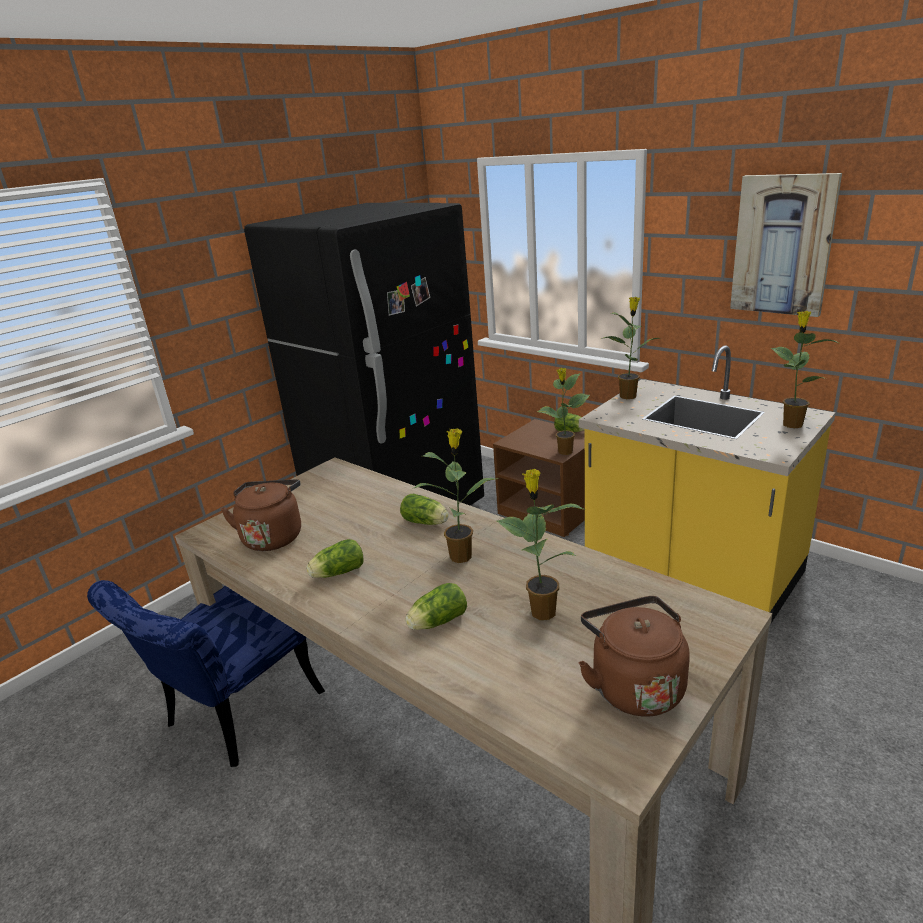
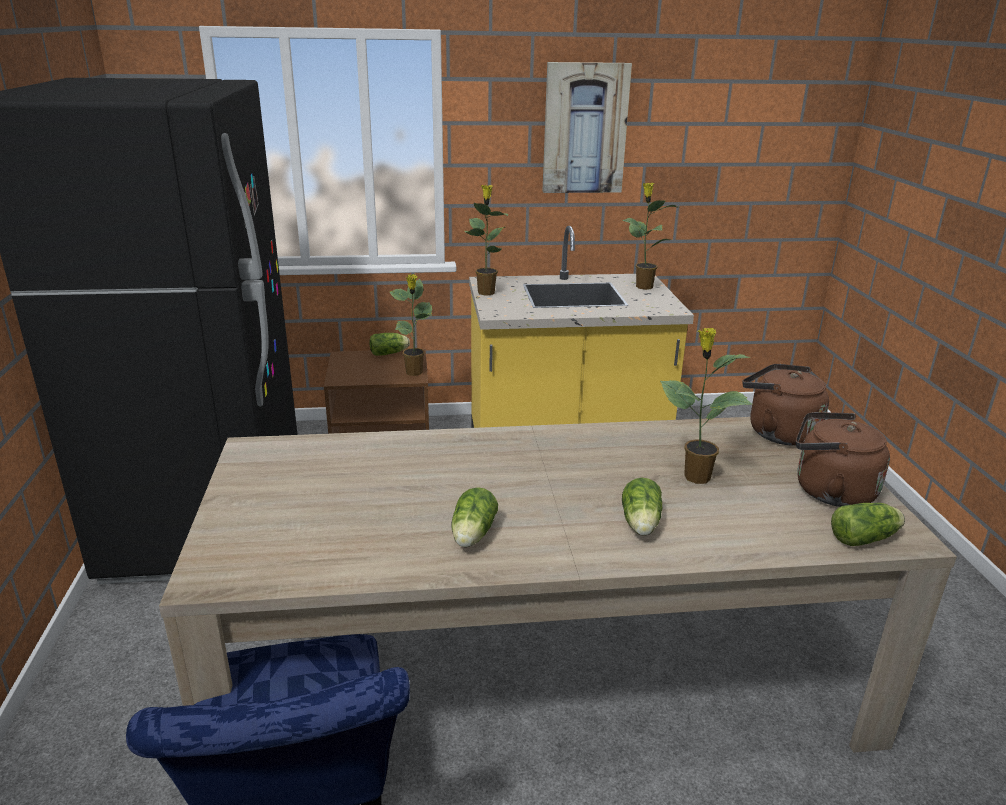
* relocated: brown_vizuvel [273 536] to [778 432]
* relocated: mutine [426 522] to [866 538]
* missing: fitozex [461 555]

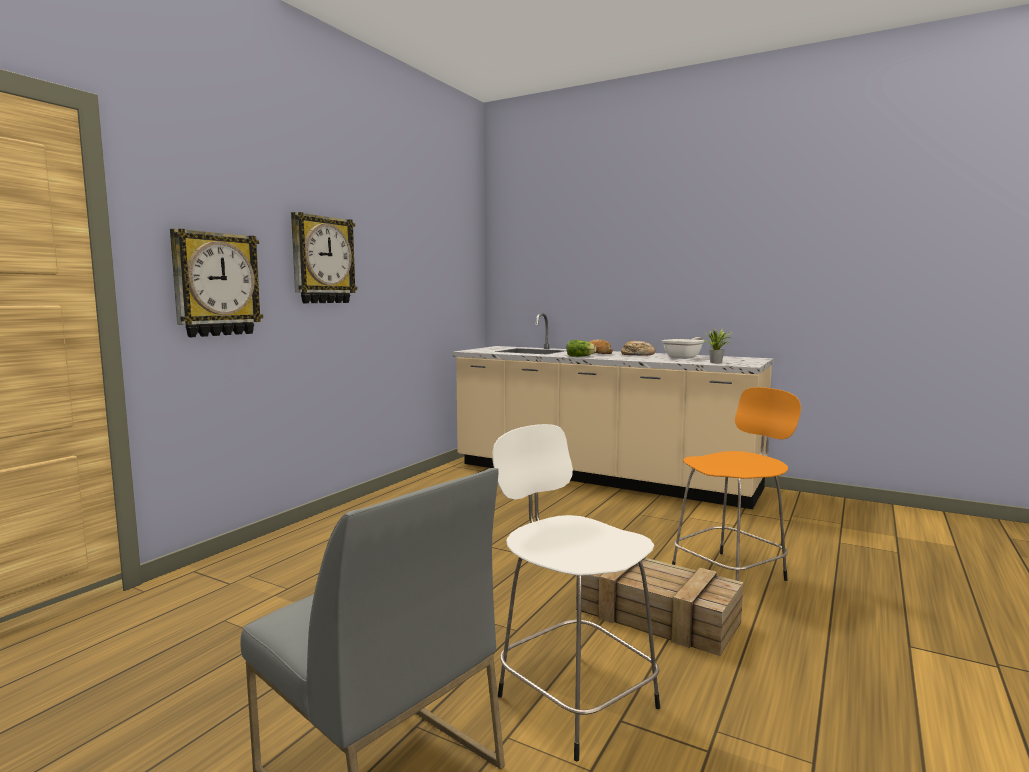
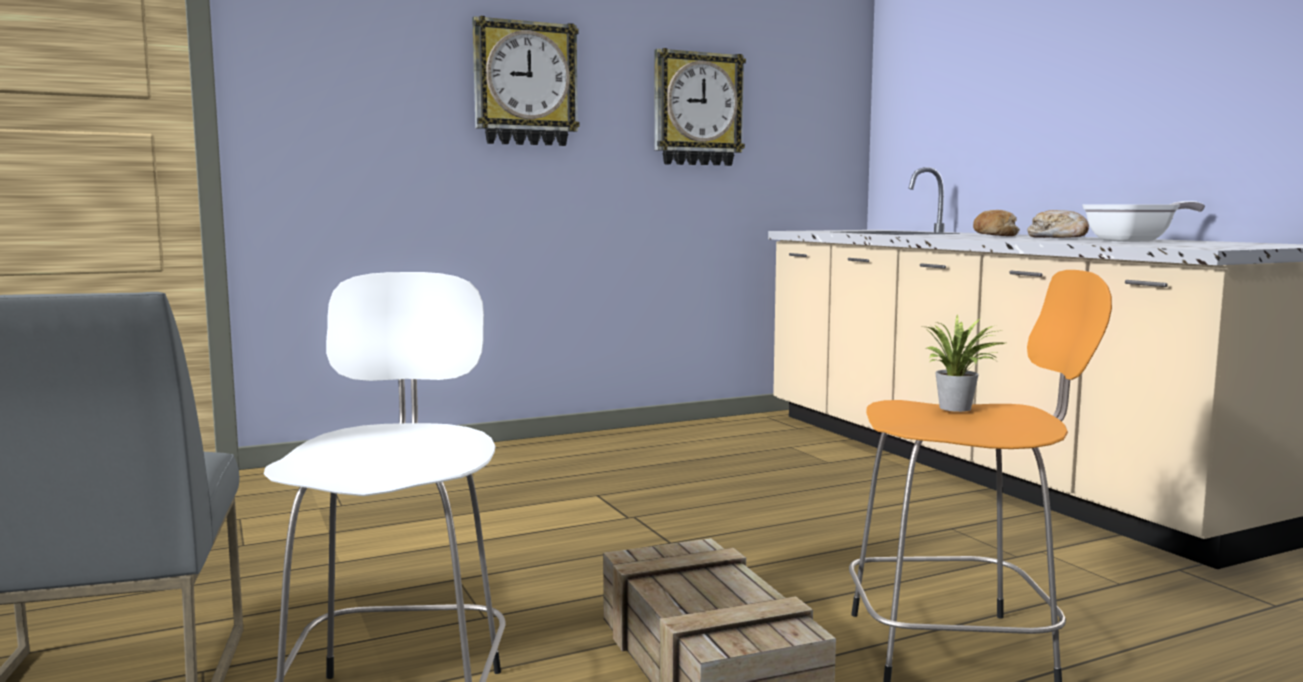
* relocated: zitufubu [216 284] to [697 109]
* relocated: fitozex [717 362] to [958 409]
* missing: mutine [581 356]

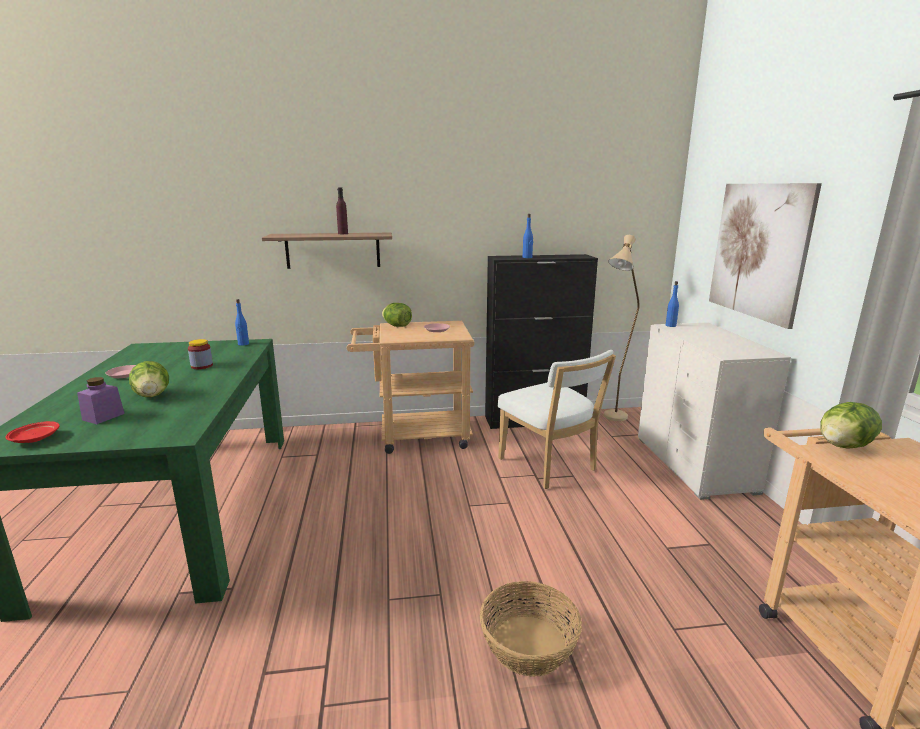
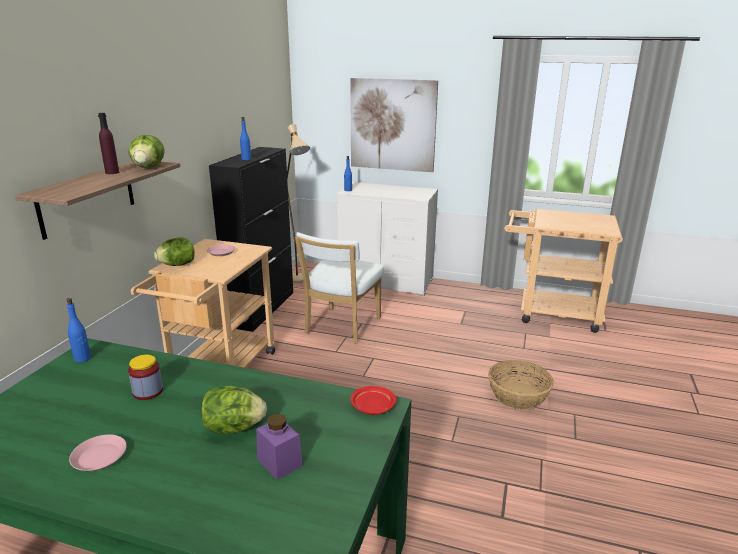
* relocated: mutine [843 446] to [148 167]
* spun: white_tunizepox [549 466] = [341 327] 120 degrees clockwise
* relocated: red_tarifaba [35 439] to [372 407]

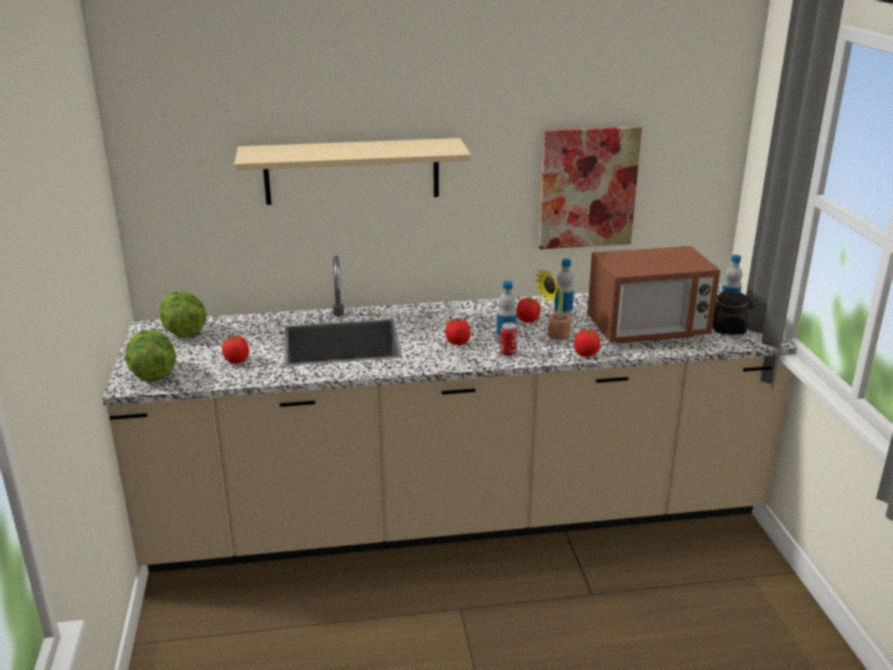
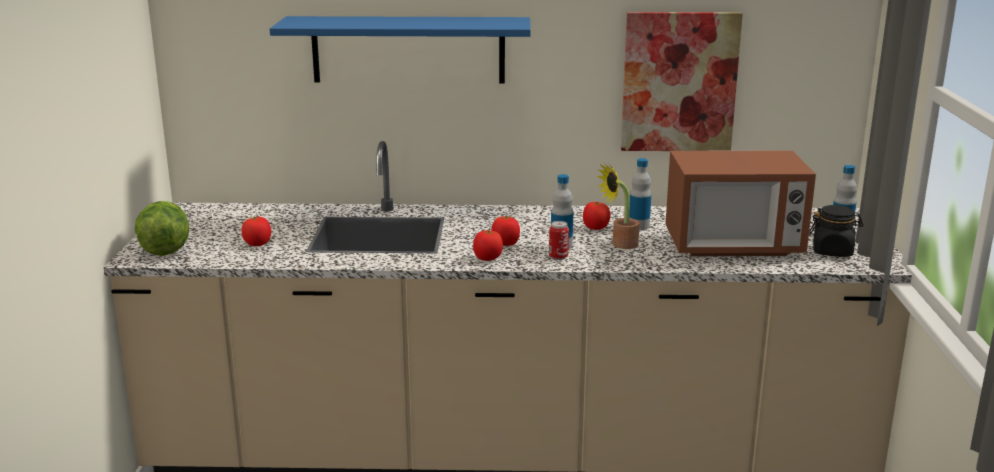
* colour: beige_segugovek [352 171] to blue_segugovek [408 49]
* relocated: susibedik [586 354] to [487 258]
* missing: mutine [184 332]

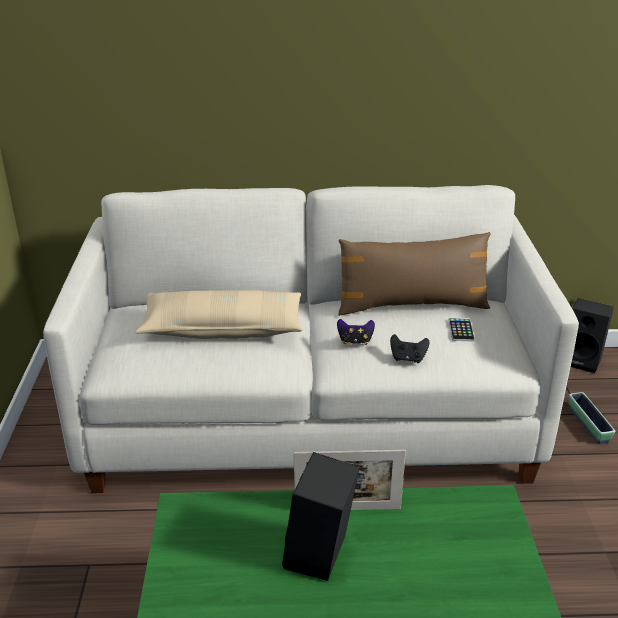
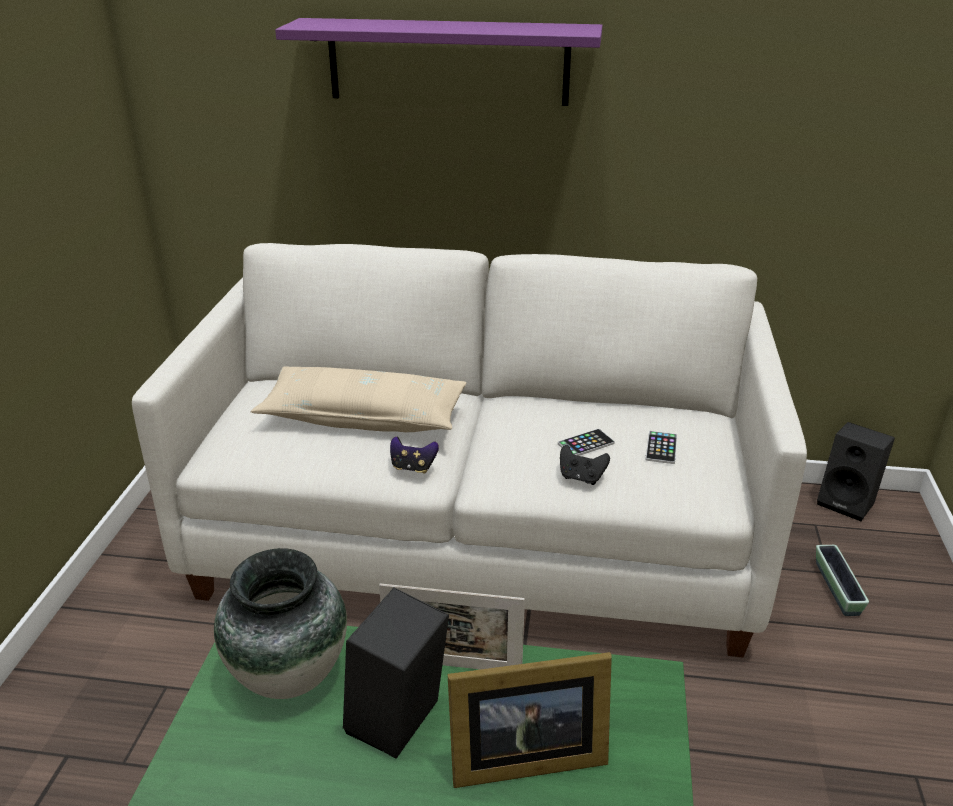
* appeared: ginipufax [289 676]
* appeared: purple_segugovek [448 62]
* relocated: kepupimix [355 341] to [413 467]
* appeared: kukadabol [521 757]
* appeared: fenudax [586 444]
* missing: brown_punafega [412 305]

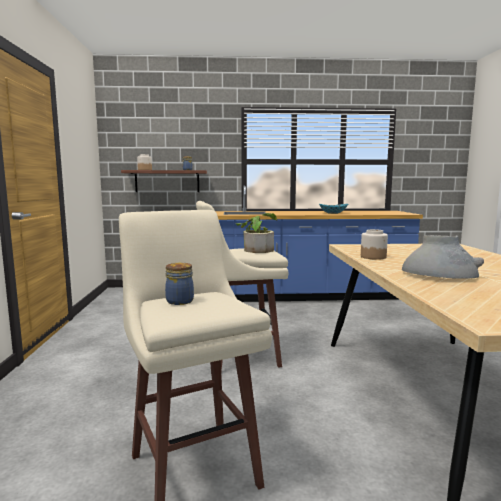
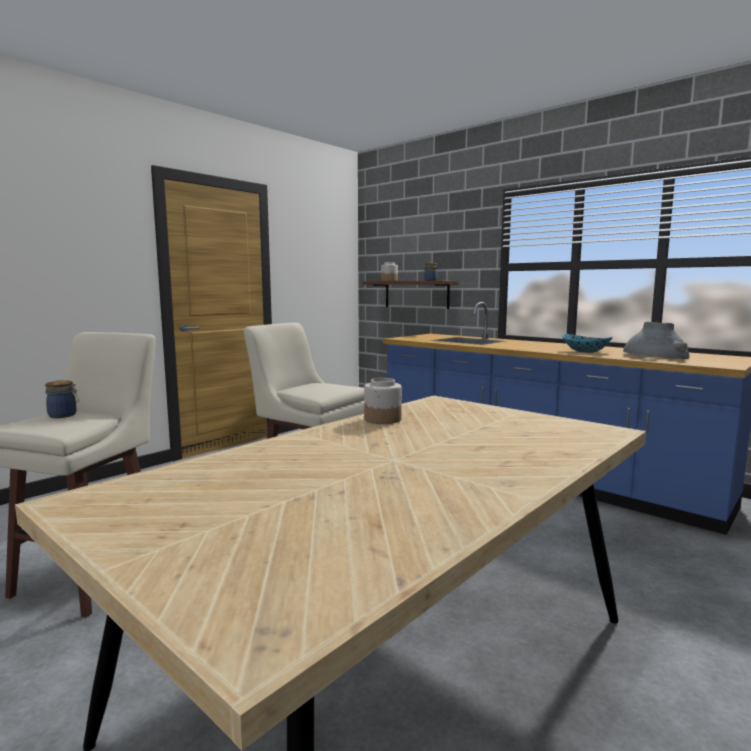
* relocated: grey_ginipufax [439 274] to [655 356]
* missing: fitozex [257 249]

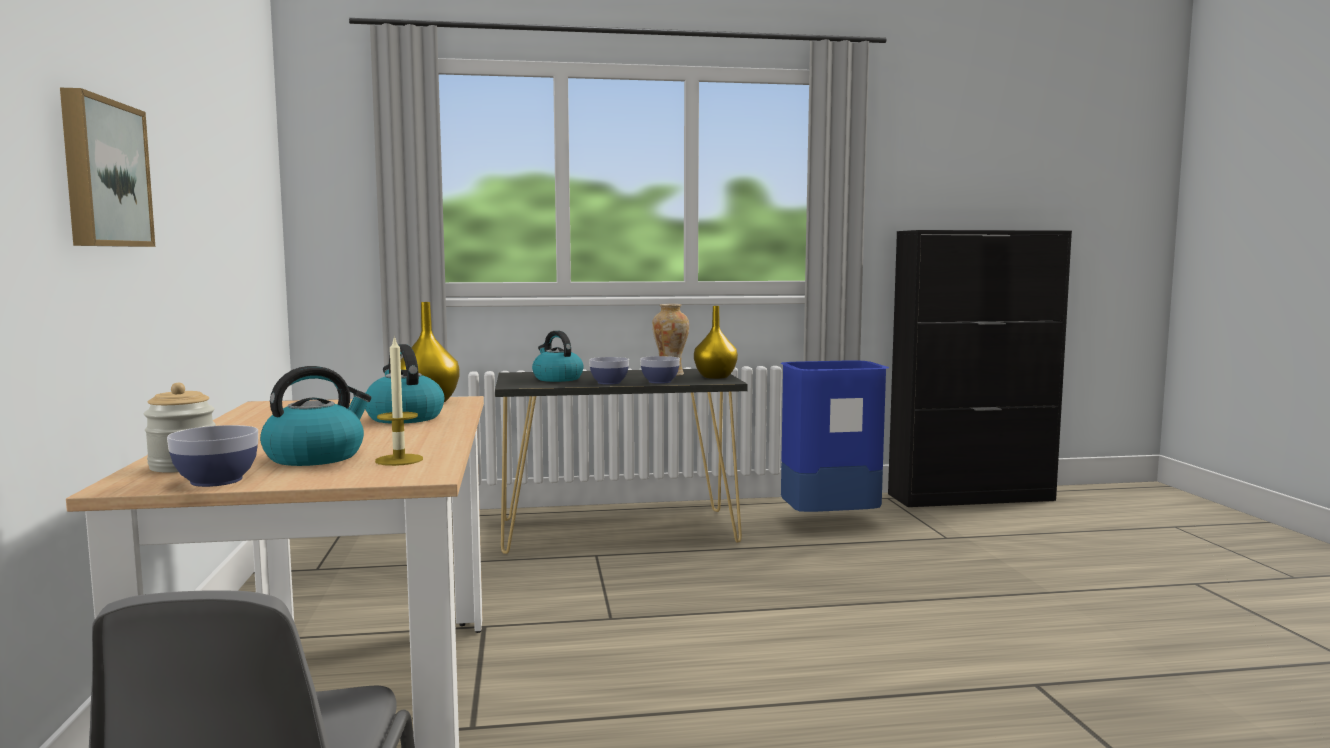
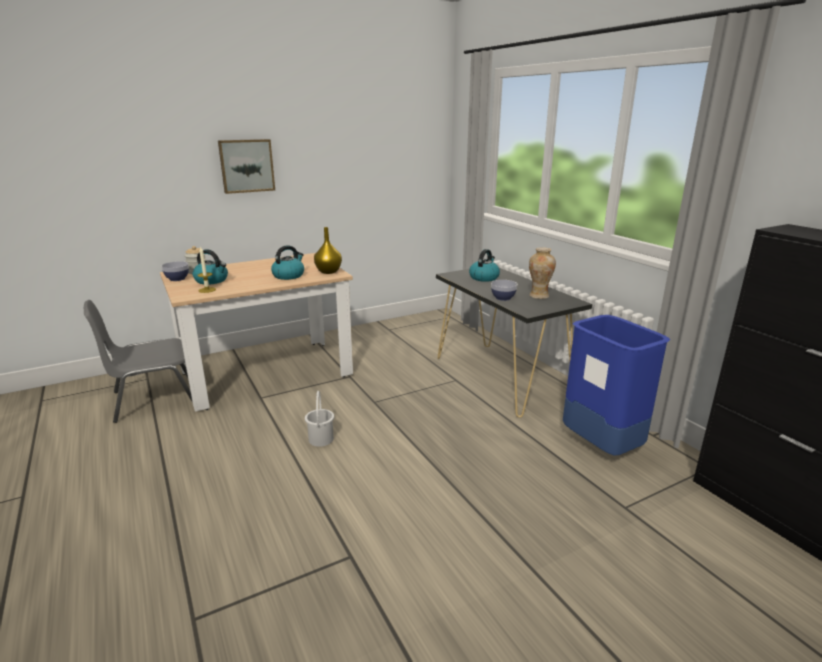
* appeared: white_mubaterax [320 439]
* missing: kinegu [609 382]
* missing: yellow_ginipufax [714 377]

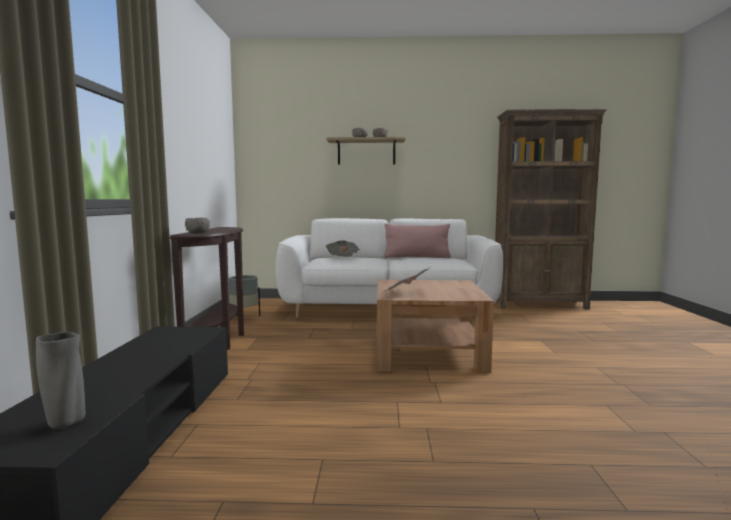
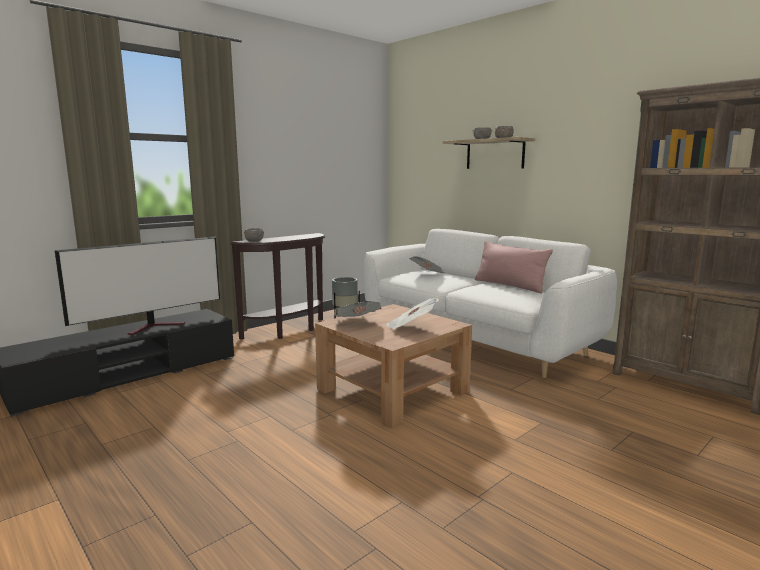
* appeared: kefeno [156 326]
* appeared: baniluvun [410 327]
* missing: grey_ginipufax [65 424]

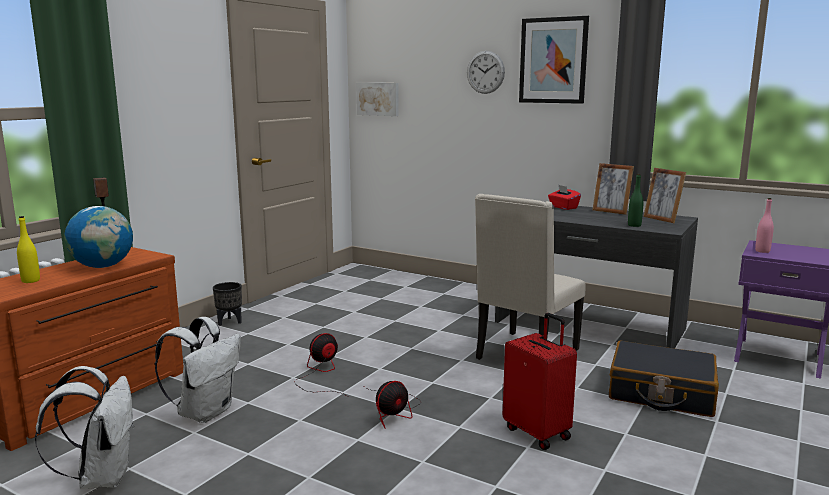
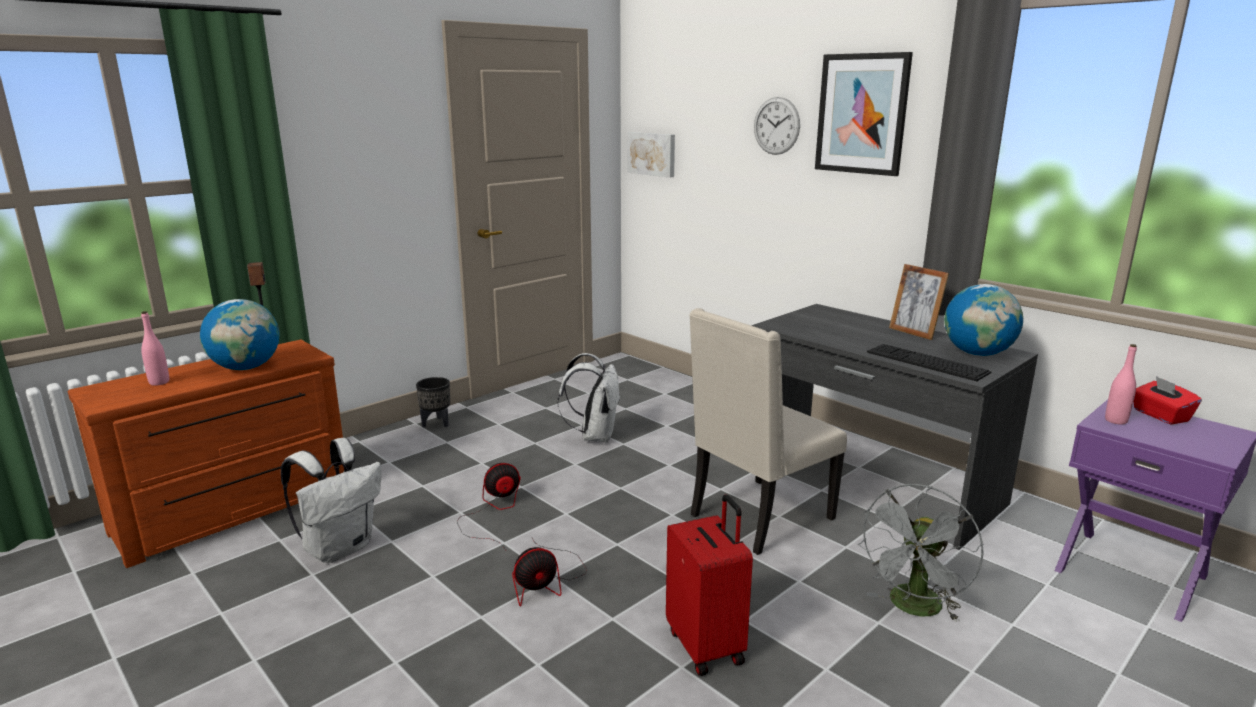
* colour: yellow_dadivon [31 281] to pink_dadivon [159 382]
* relocated: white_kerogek [102 477] to [595 436]
* exchanged: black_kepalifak [661 393] to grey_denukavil [914 609]
* exchanged: green_dadivon [634 225] to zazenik [926 362]
* exchanged: kukadabol [661 219] to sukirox [977 353]
* relocated: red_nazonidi [563 207] to [1160 416]

